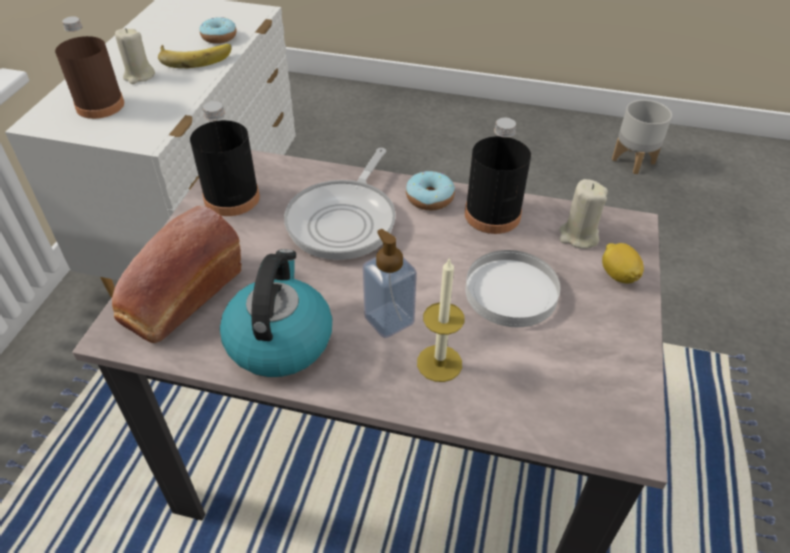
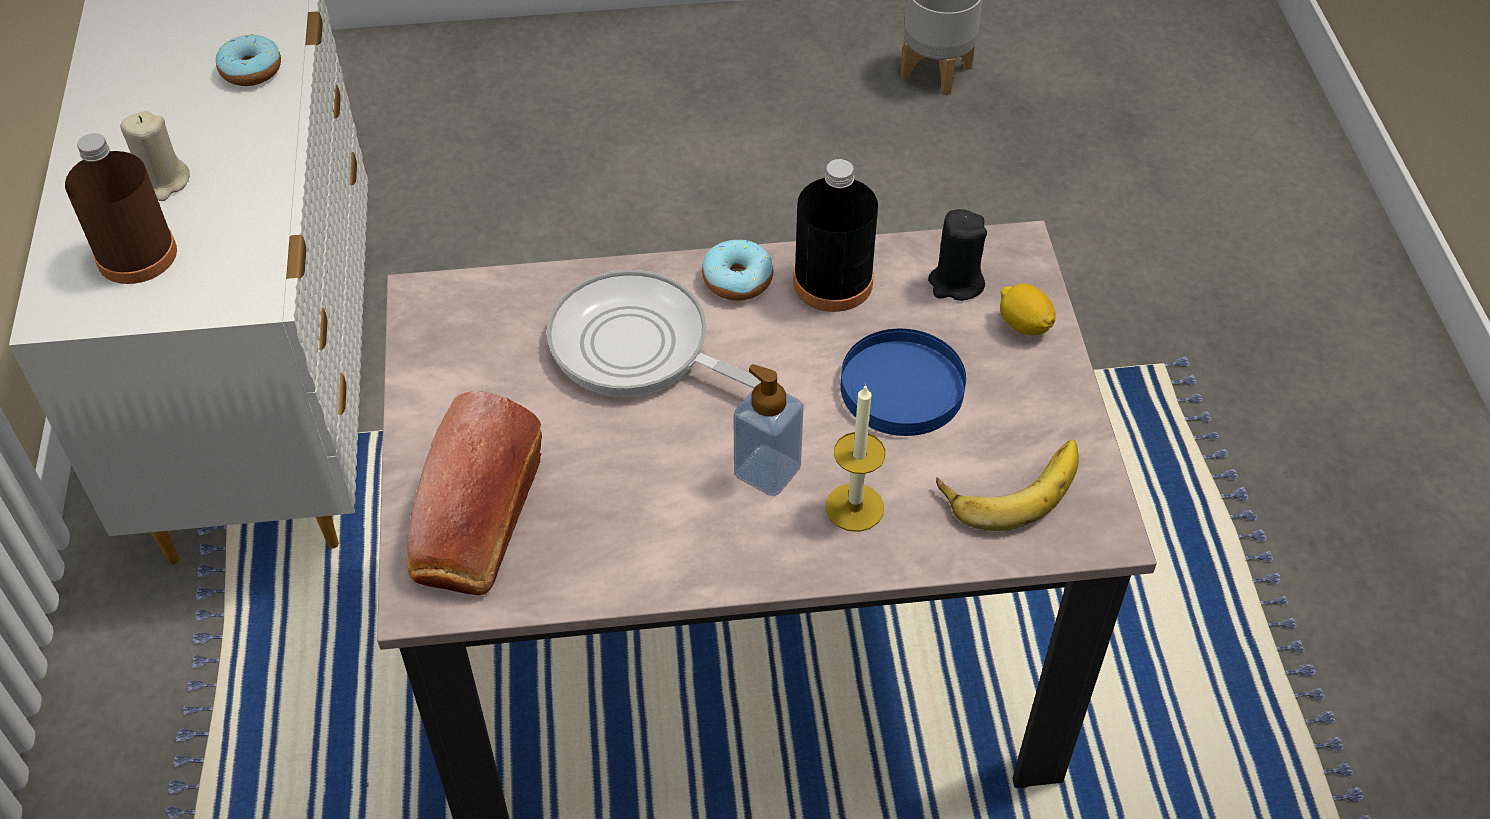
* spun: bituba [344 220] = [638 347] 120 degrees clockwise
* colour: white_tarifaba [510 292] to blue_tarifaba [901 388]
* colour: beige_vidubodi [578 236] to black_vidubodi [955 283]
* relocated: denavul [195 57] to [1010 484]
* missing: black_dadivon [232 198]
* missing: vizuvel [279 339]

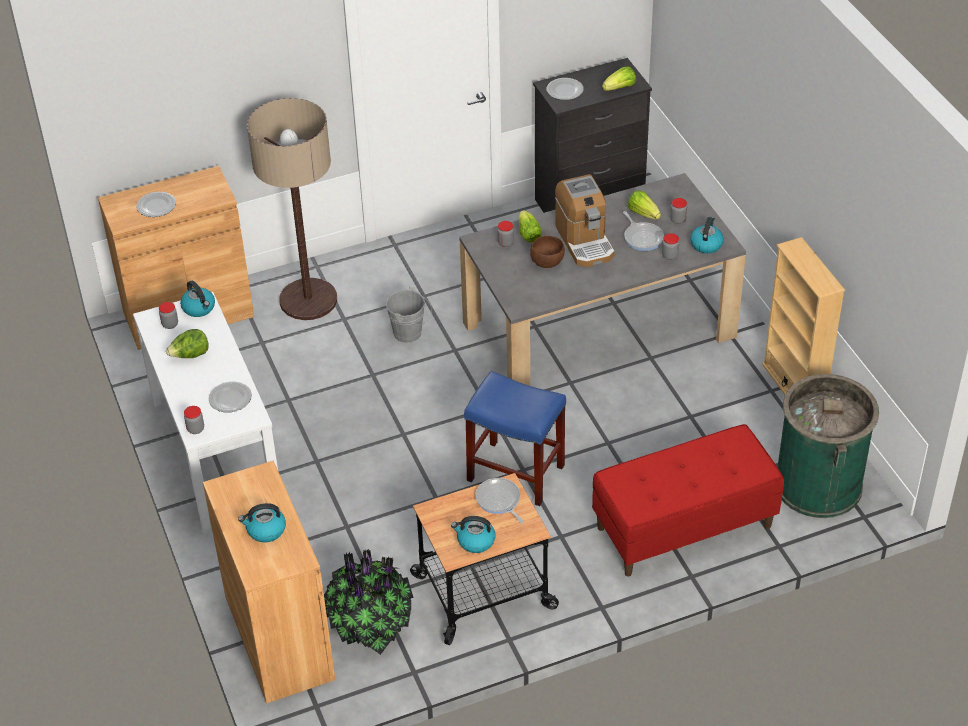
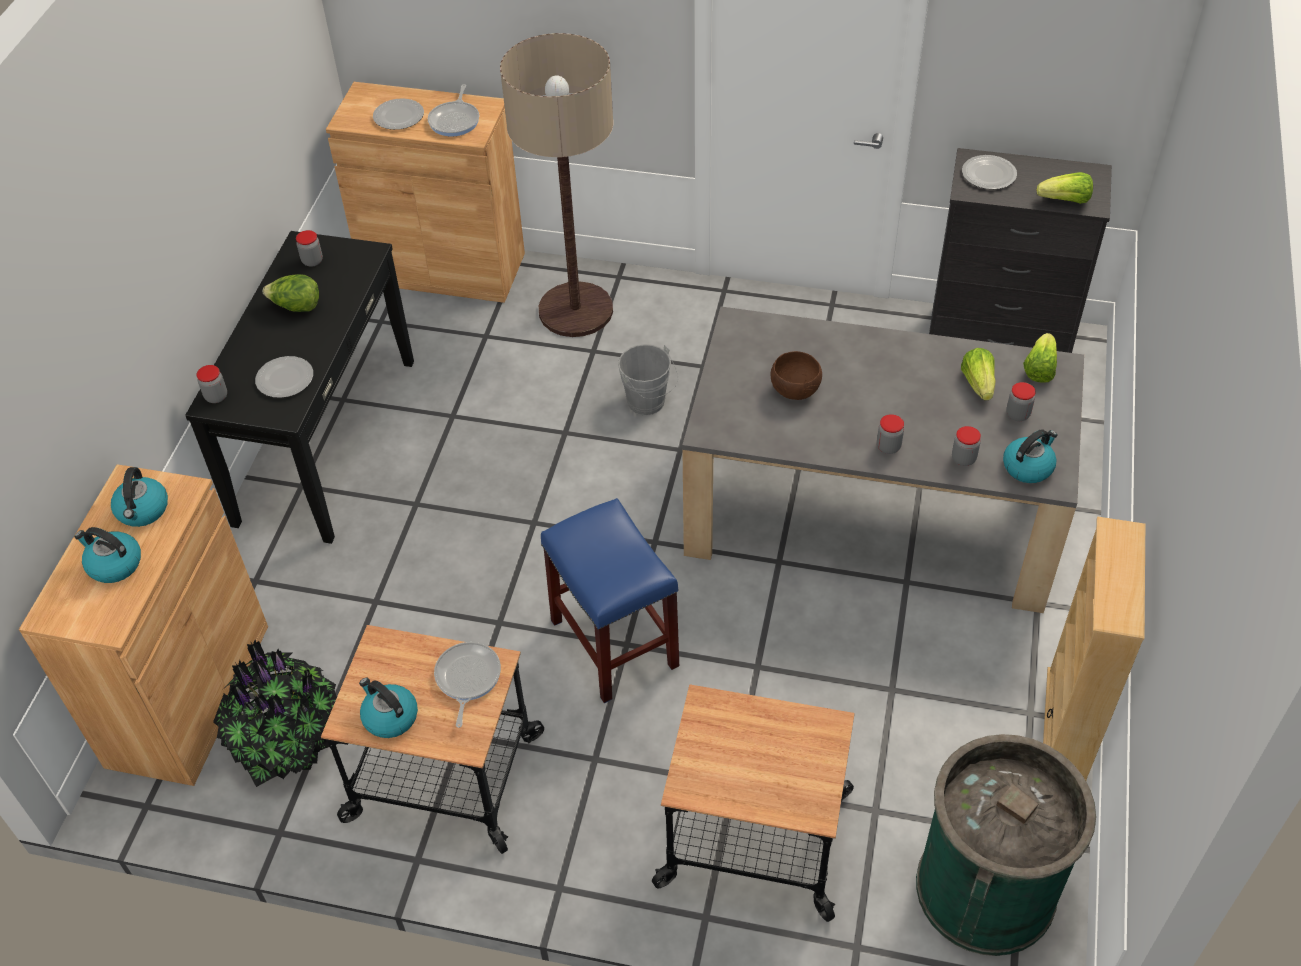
* relocated: vizuvel [199 308] to [143 510]
* colour: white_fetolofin [215 455] to black_fetolofin [325 440]
* relocated: bituba [642 237] to [455 120]
* exchanged: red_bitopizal [684 527] to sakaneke [754 841]
* relocated: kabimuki [505 243] to [888 447]
* relocated: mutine [528 234] to [1039 369]
* missing: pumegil [584 241]

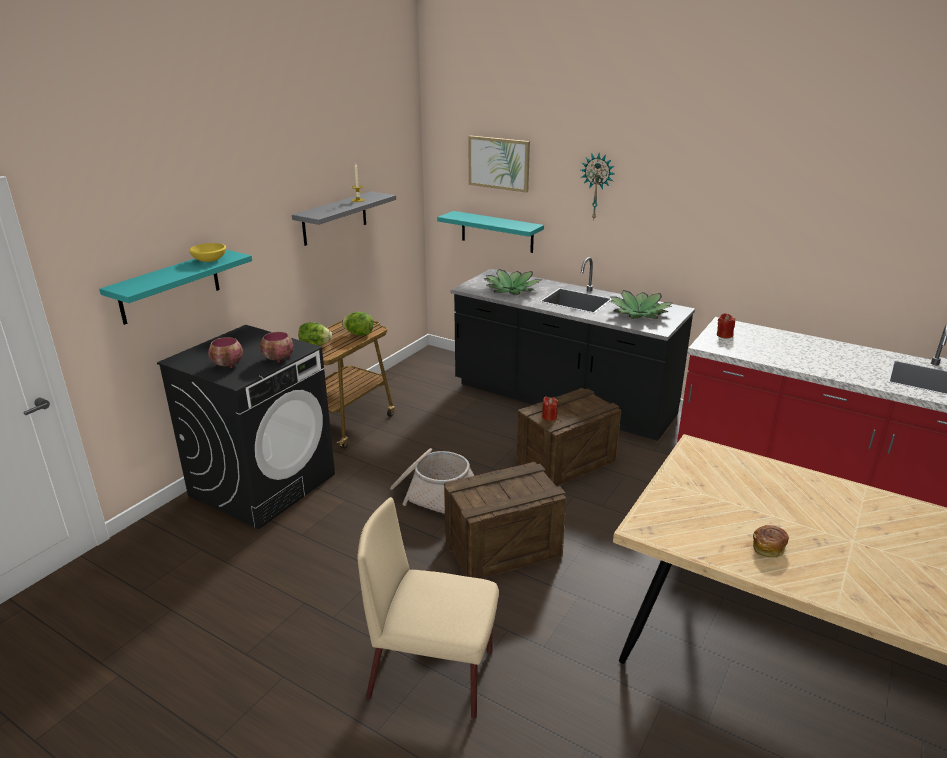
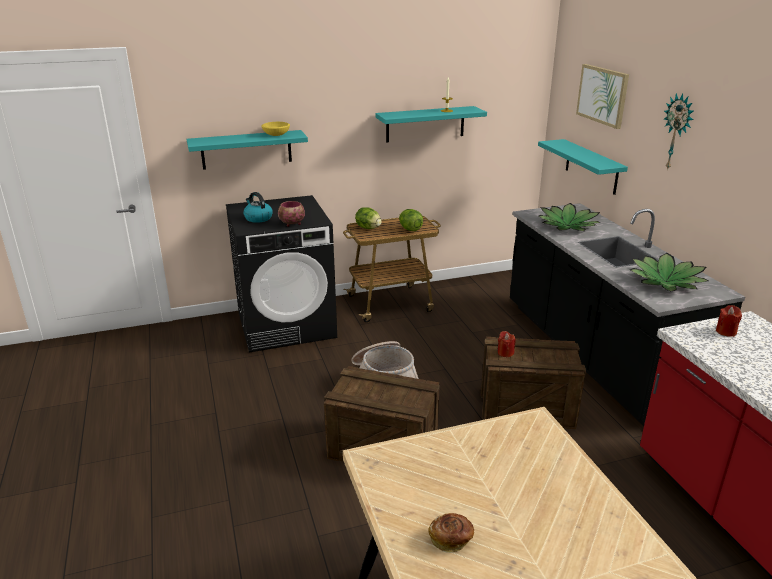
* exchanged: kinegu [228 365] to vizuvel [258 218]
* colour: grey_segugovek [335 218] to turquoise_segugovek [425 124]
* missing: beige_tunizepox [434 674]

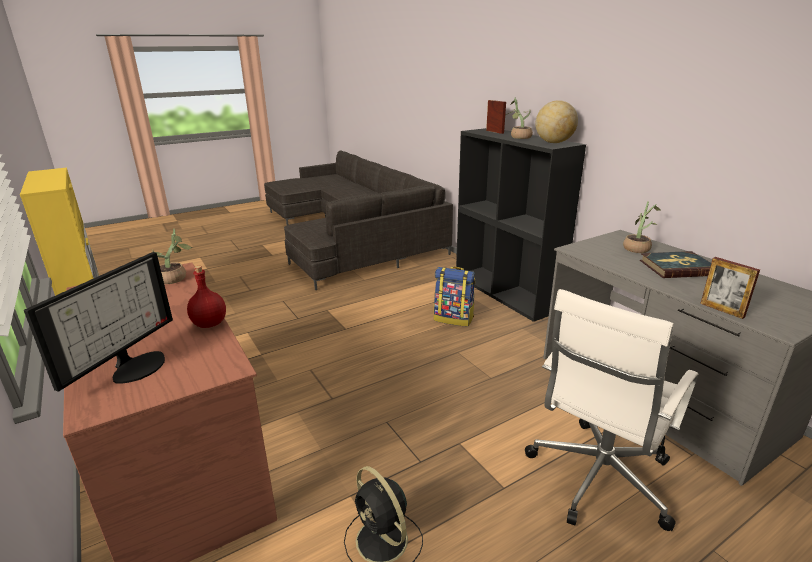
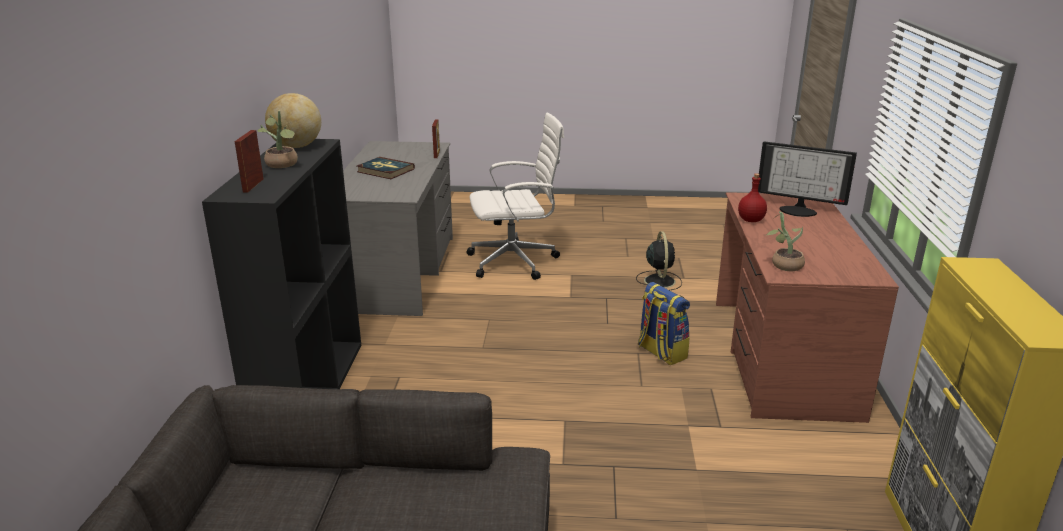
* relocated: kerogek [454 318] to [661 352]
* spun: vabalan [135 365] = [799 210] 120 degrees counterclockwise
* missing: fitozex [637 248]

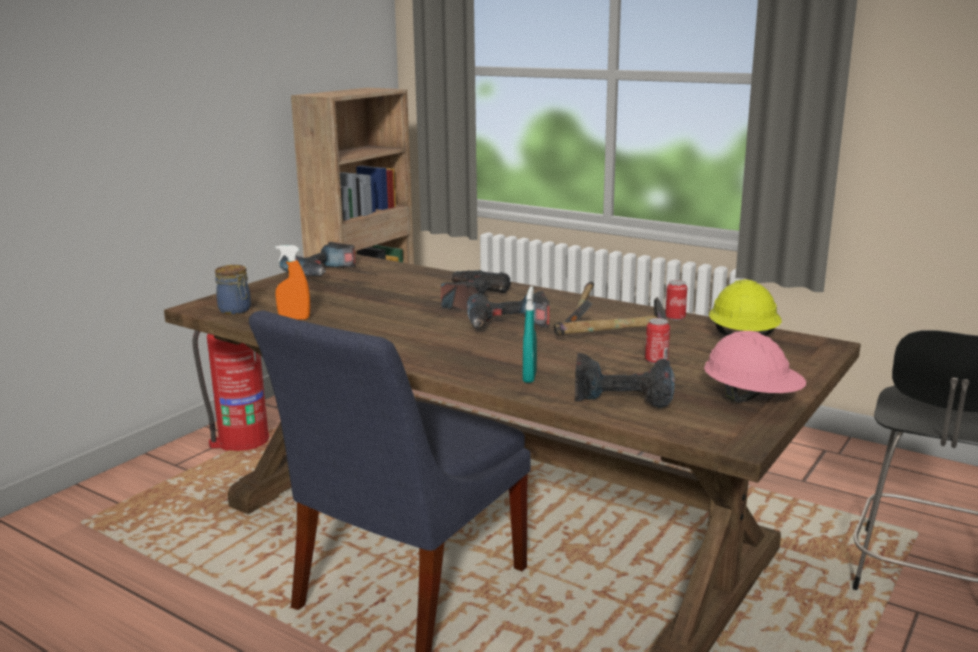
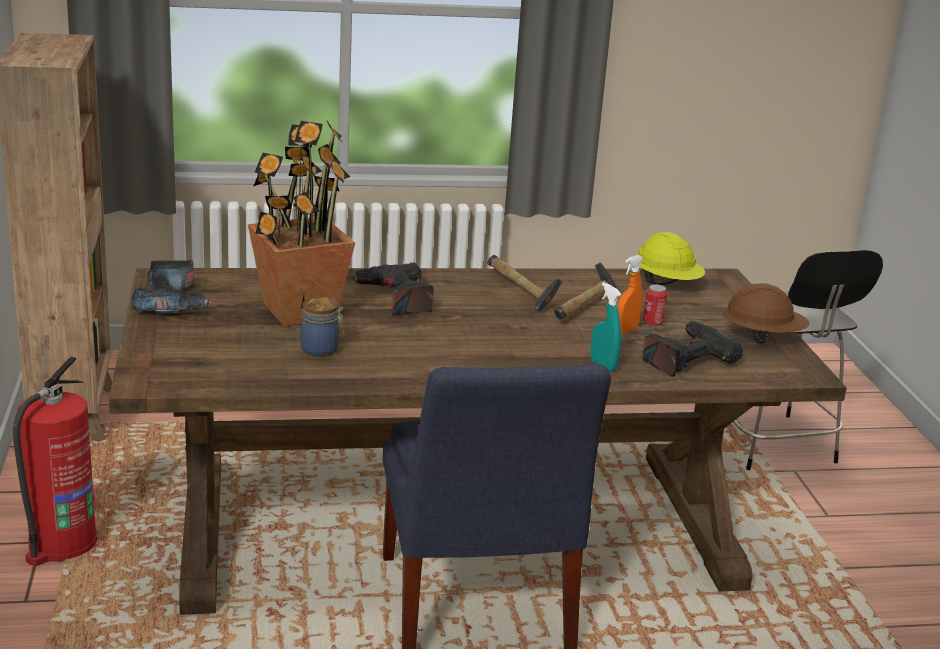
* appeared: fitozex [299 311]
* relocated: kabimuki [236 310] to [321 350]
* relocated: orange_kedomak [294 319] to [626 331]
* colour: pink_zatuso [752 399] to brown_zatuso [762 338]
* missing: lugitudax [507 324]
* missing: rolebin [675 317]

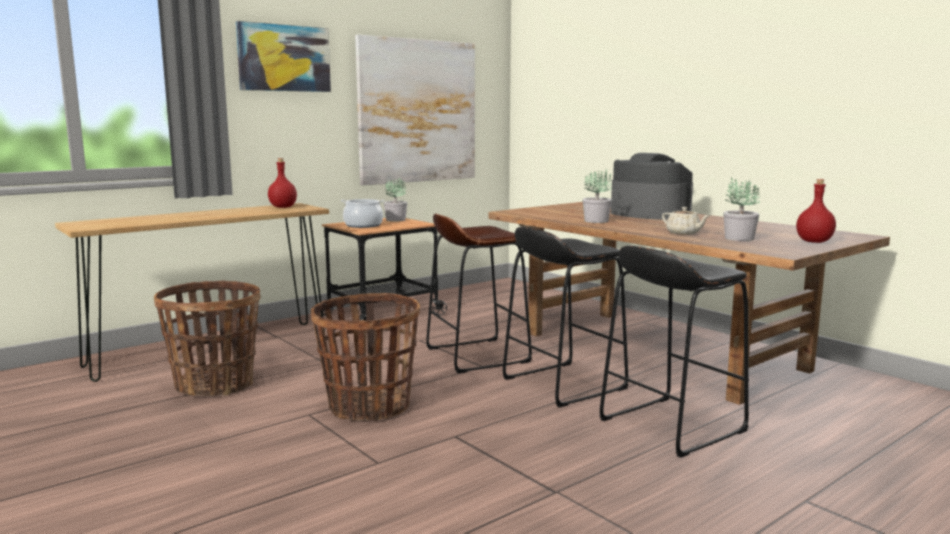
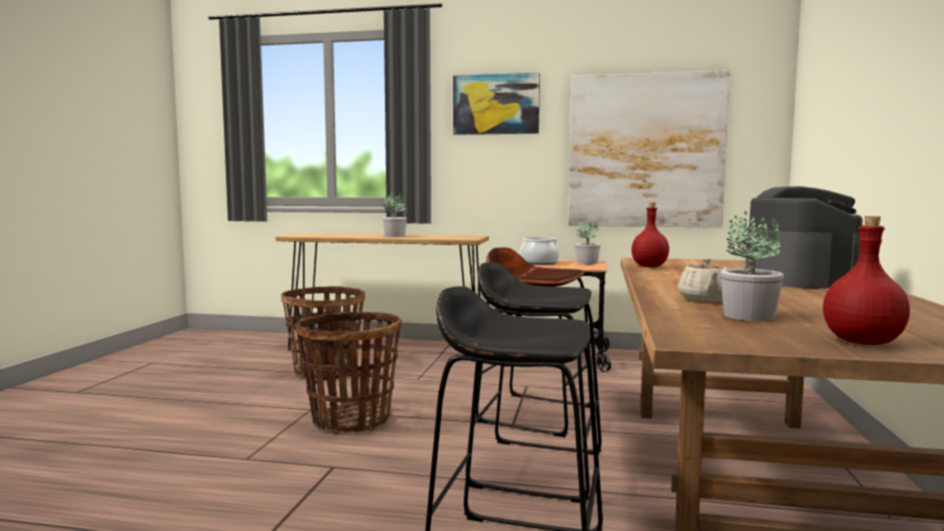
* relocated: fitozex [597 221] to [395 236]
* relocated: red_dadivon [283 207] to [650 266]

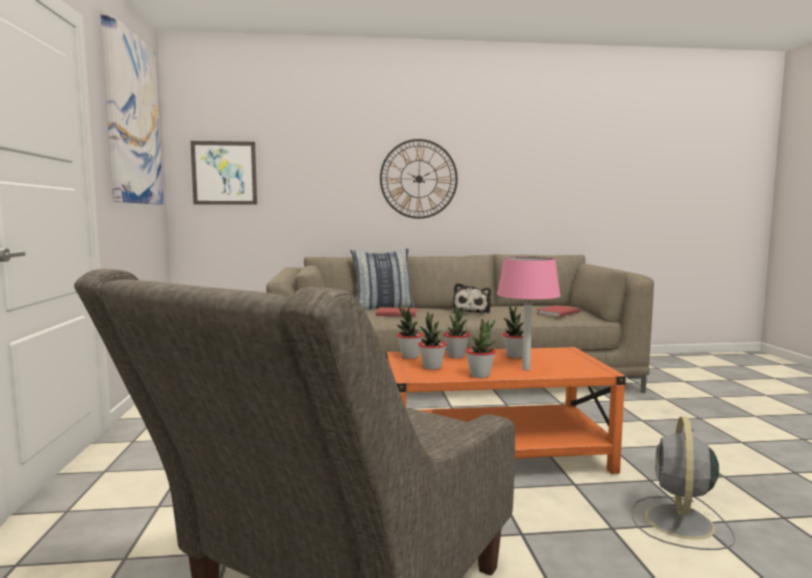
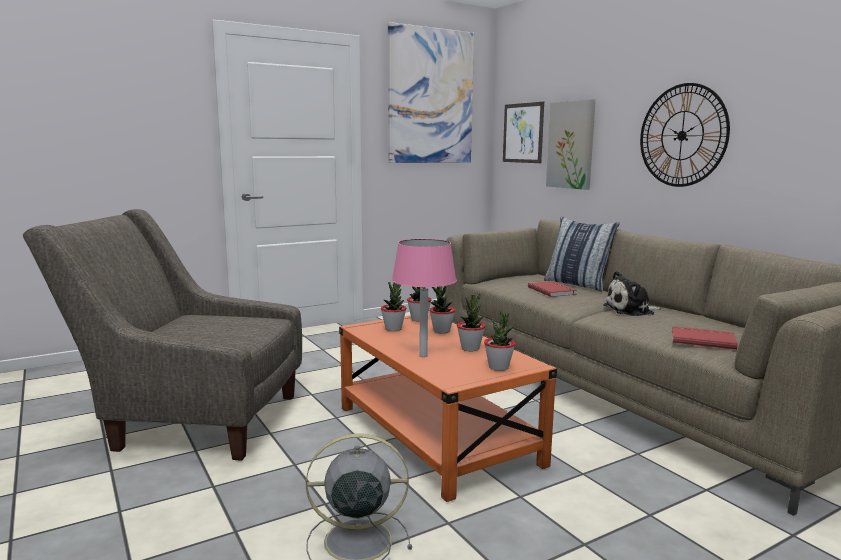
* relocated: fitozex [480 375] to [498 367]
* appeared: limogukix [571 145]

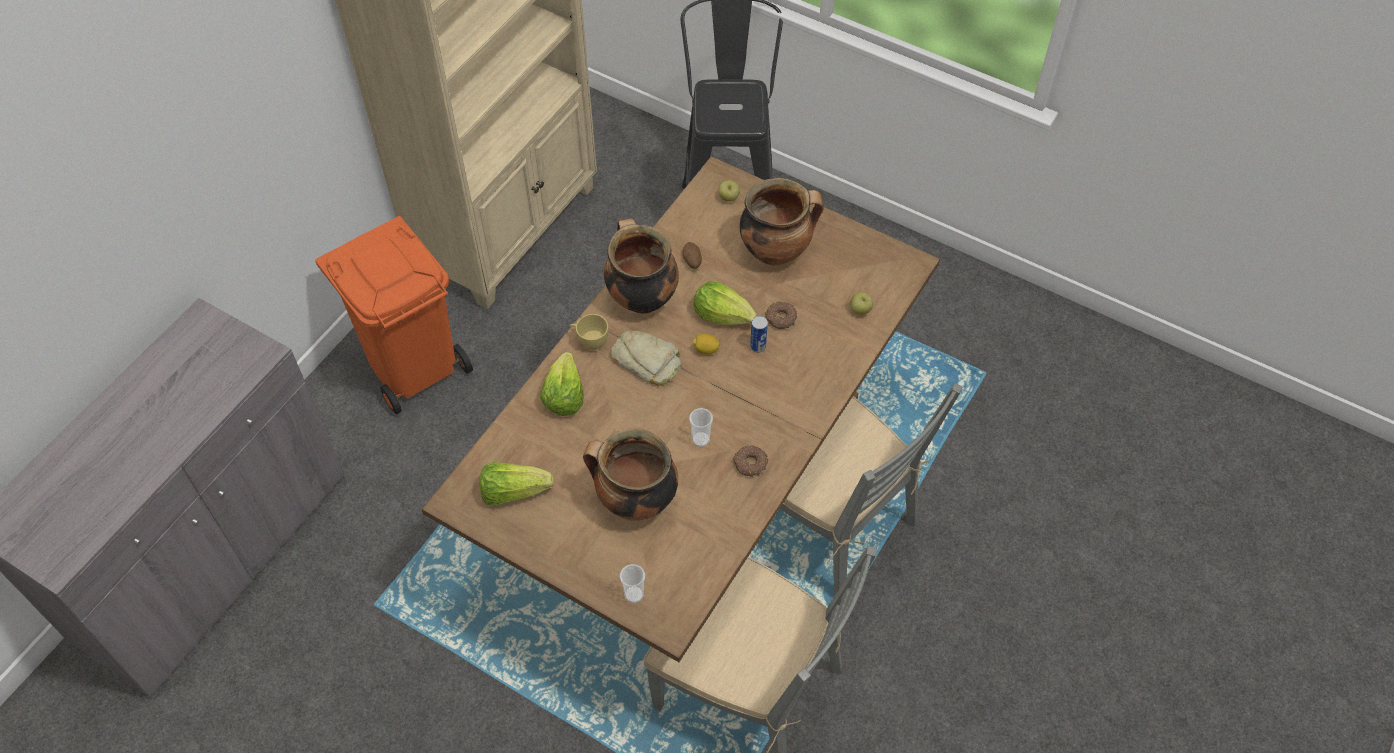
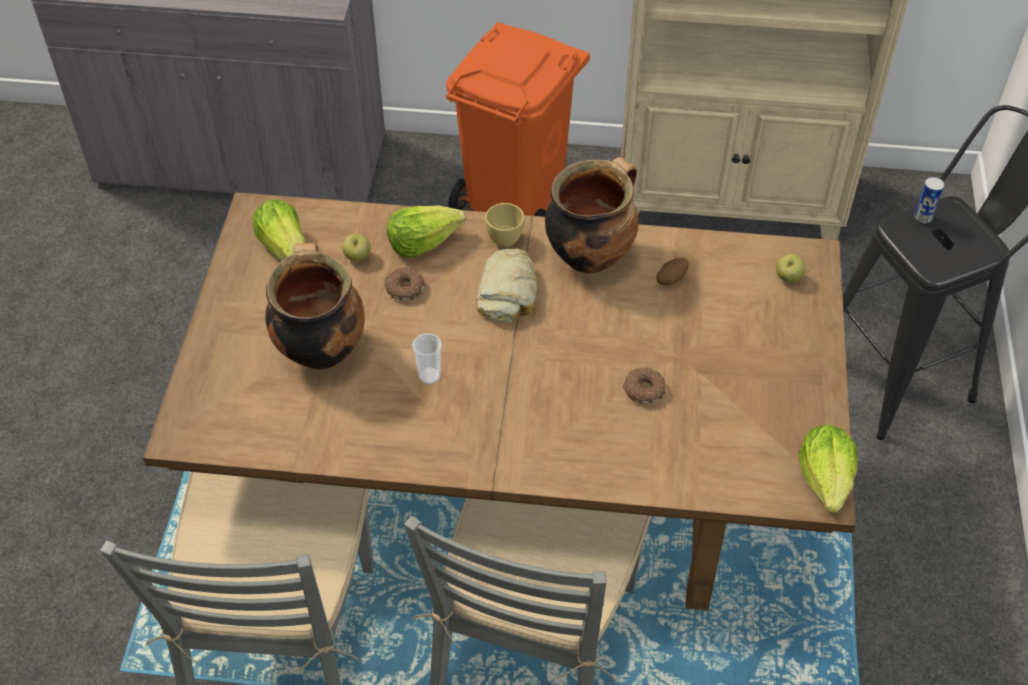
* relocated: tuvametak [860 310] to [357 257]
* relocated: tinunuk [750 464] to [404 288]
* relocated: mutine [723 315] to [826 480]
* relocated: rolebin [758 346] to [923 217]
* missing: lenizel [634 594]
* missing: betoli [706 350]
* missing: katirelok [776 251]

